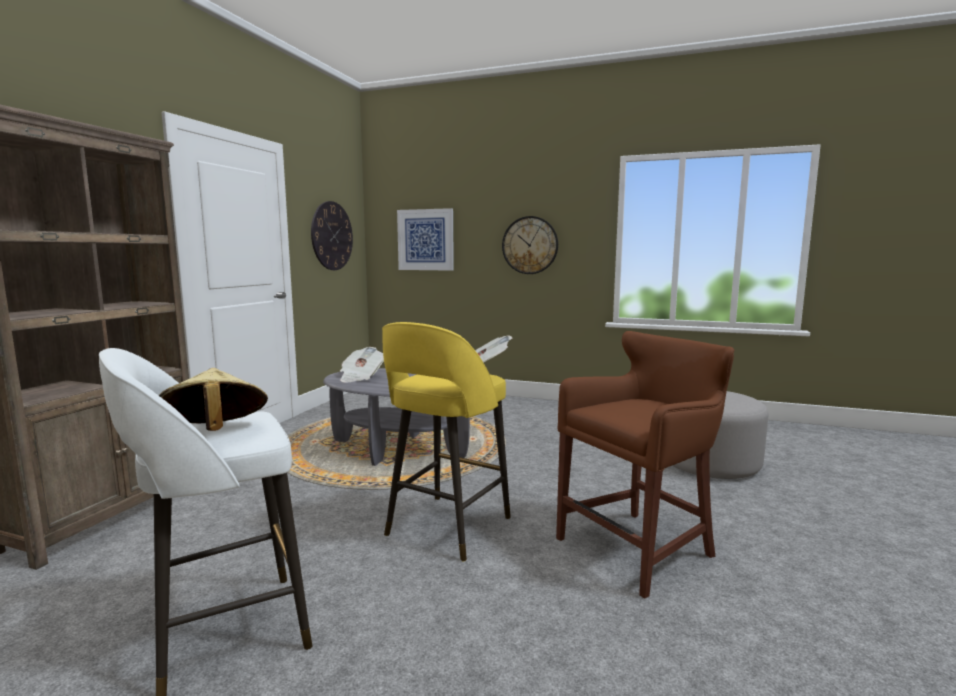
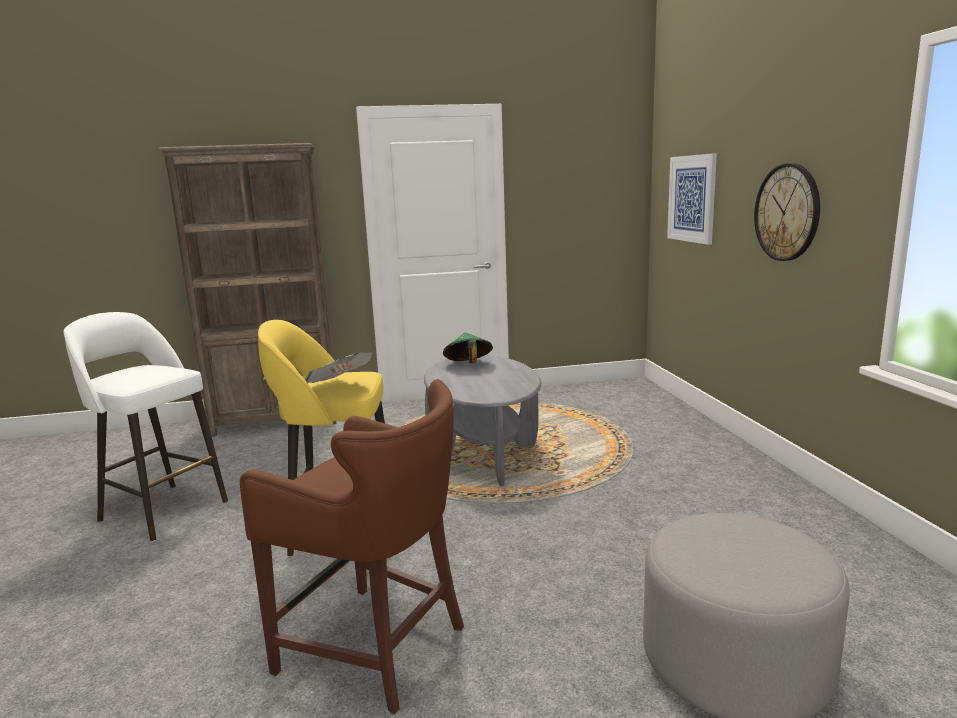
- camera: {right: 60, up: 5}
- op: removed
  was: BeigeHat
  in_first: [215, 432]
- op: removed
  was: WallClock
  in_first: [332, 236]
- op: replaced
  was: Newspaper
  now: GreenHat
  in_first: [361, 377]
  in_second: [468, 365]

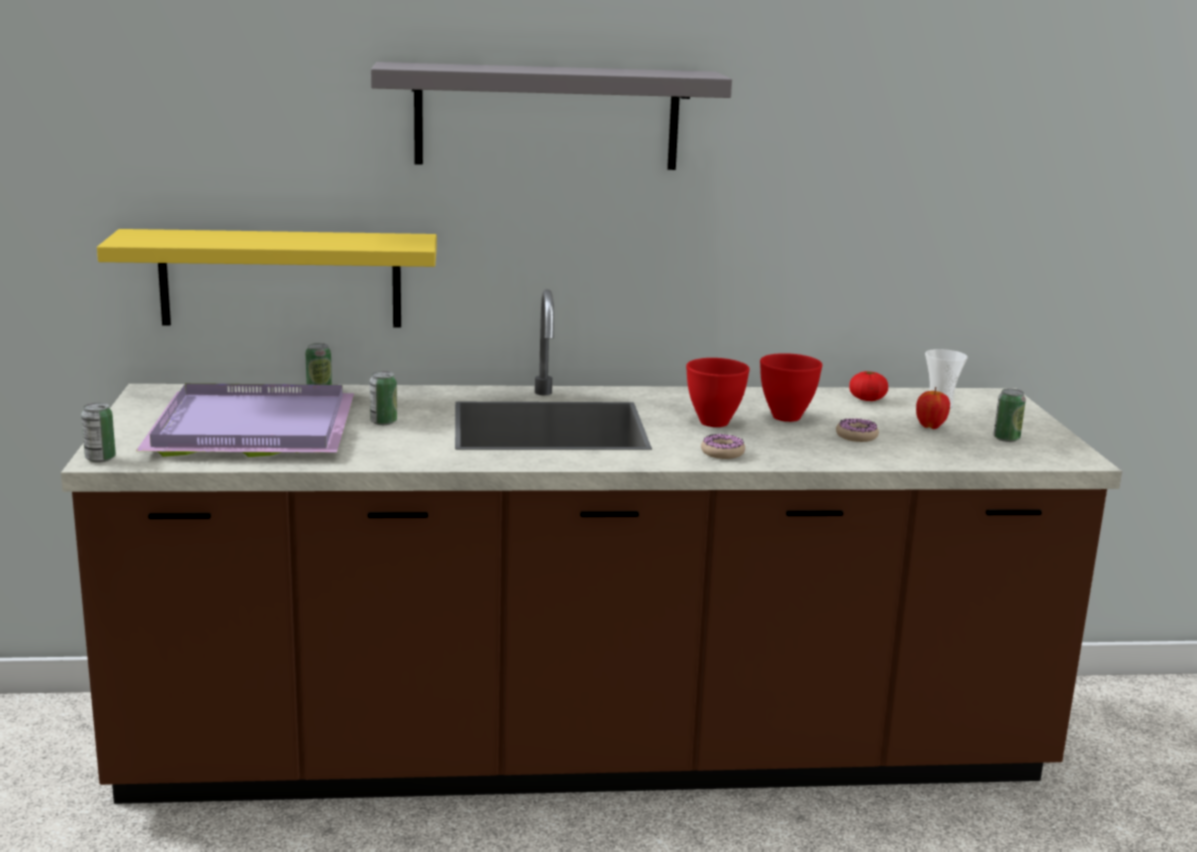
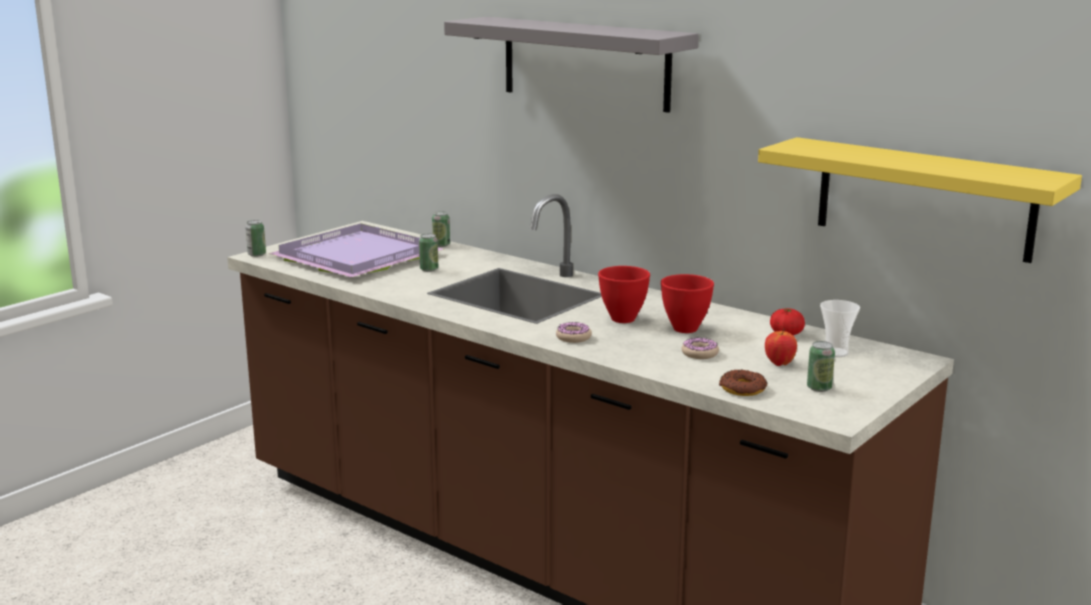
- camera: {right: 45, up: 0}
- op: added
  now: Donut
  in_second: [742, 389]
- op: moved
  was: YellowShelf
  in_first: [281, 279]
  in_second: [924, 199]

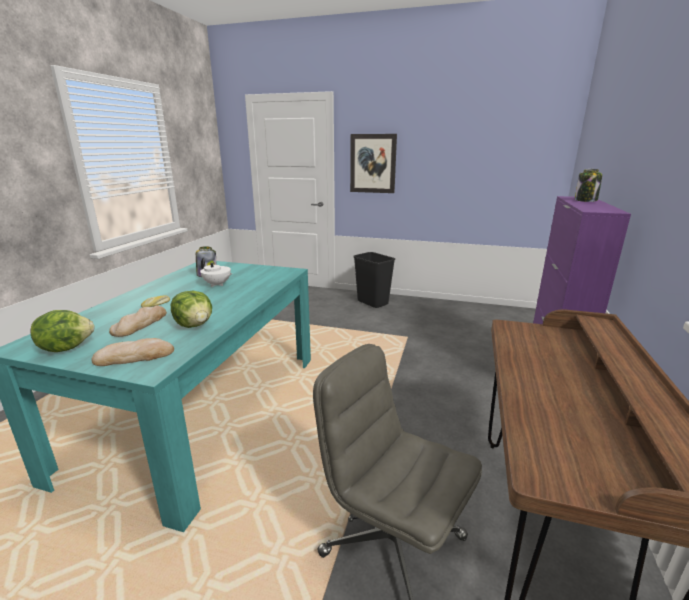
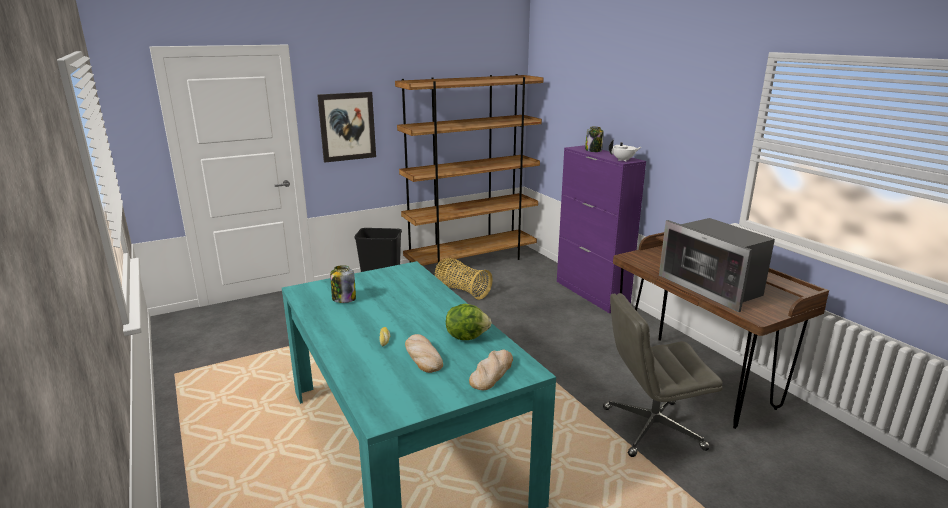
- camera: {right: -45, up: 0}
- op: removed
  was: Lettuce
  in_first: [66, 347]
- op: added
  now: BrownBookcase
  in_second: [471, 261]
- op: added
  now: Basket
  in_second: [461, 290]
- op: added
  now: Microwave
  in_second: [713, 287]
- op: moved
  was: WhiteTeapot
  in_first: [217, 284]
  in_second: [623, 160]

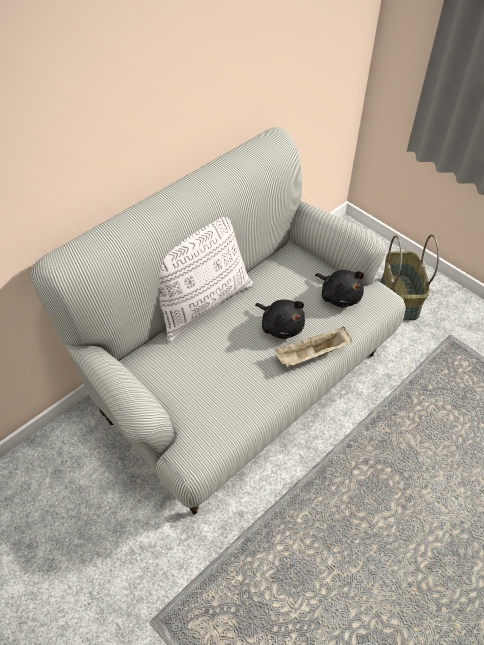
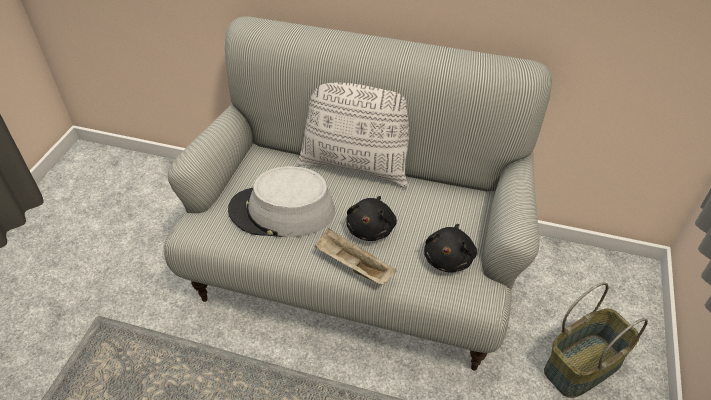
- camera: {right: 60, up: -5}
- op: added
  now: GreyHat
  in_second: [282, 211]

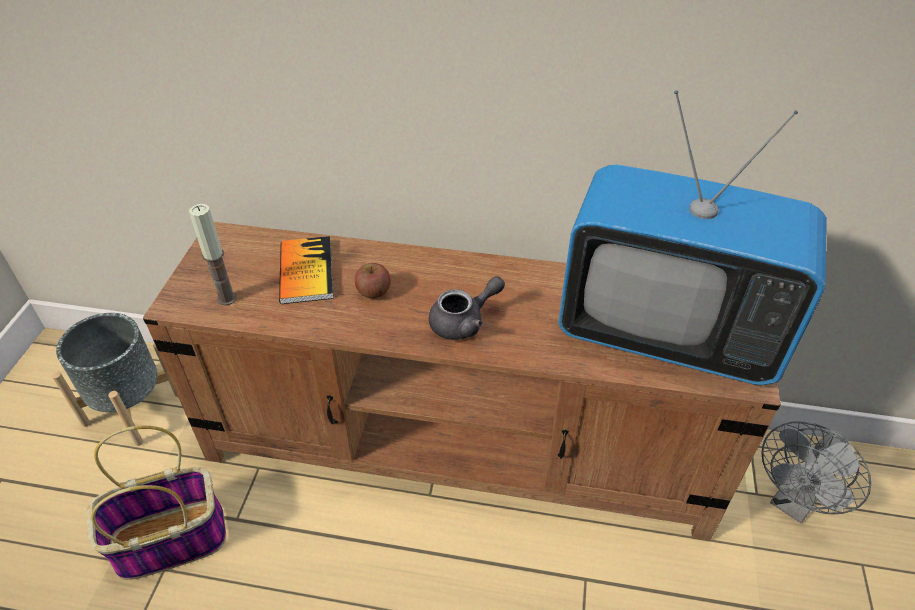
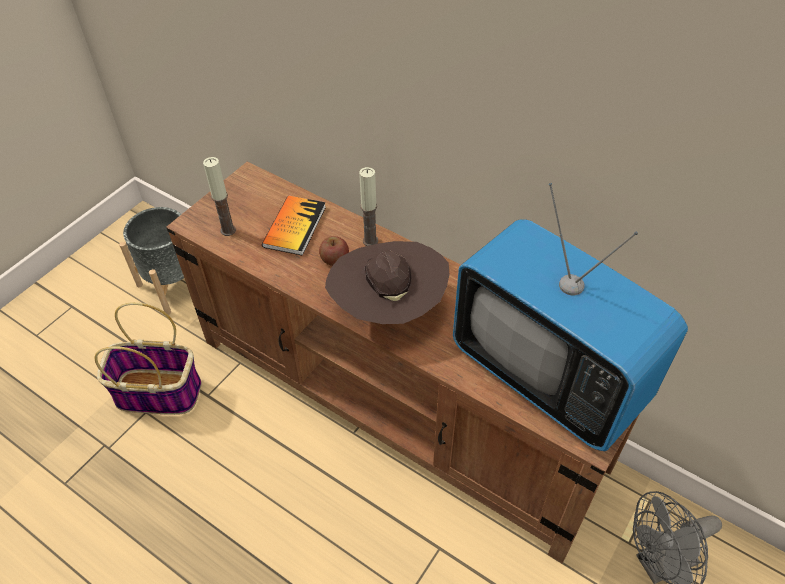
- camera: {right: 25, up: 5}
- op: added
  now: Candle
  in_second: [370, 241]
- op: replaced
  was: GreyTeapot
  now: BrownHat
  in_first: [464, 322]
  in_second: [388, 308]

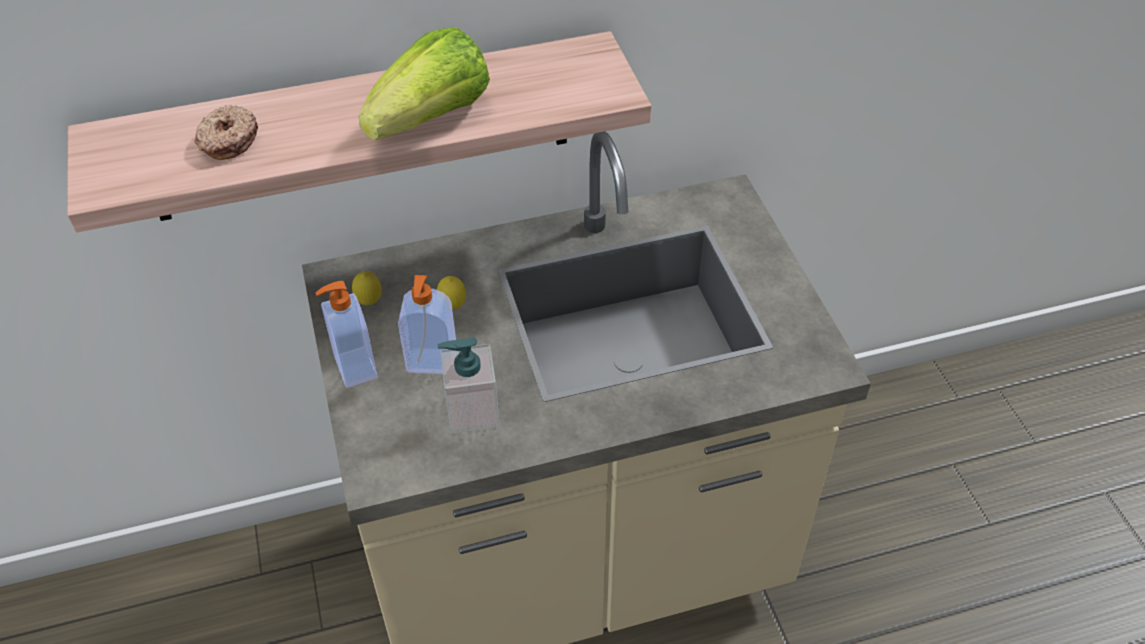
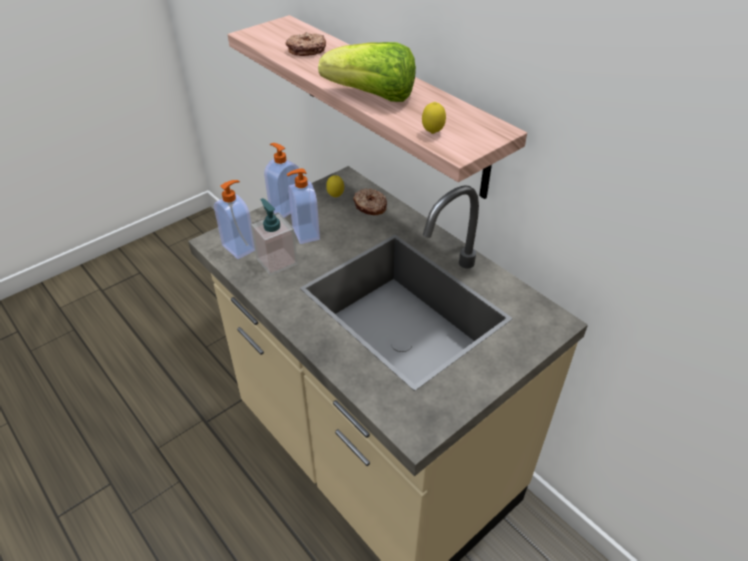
- camera: {right: 65, up: -5}
- op: added
  now: SoapDispenser
  in_second: [240, 247]
- op: added
  now: Donut
  in_second: [370, 207]
- op: moved
  was: Lemon
  in_first: [453, 307]
  in_second: [432, 133]

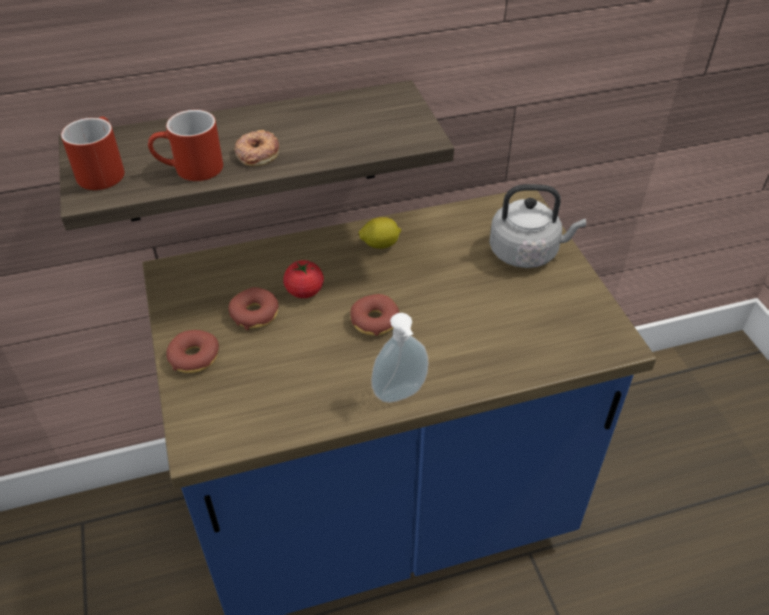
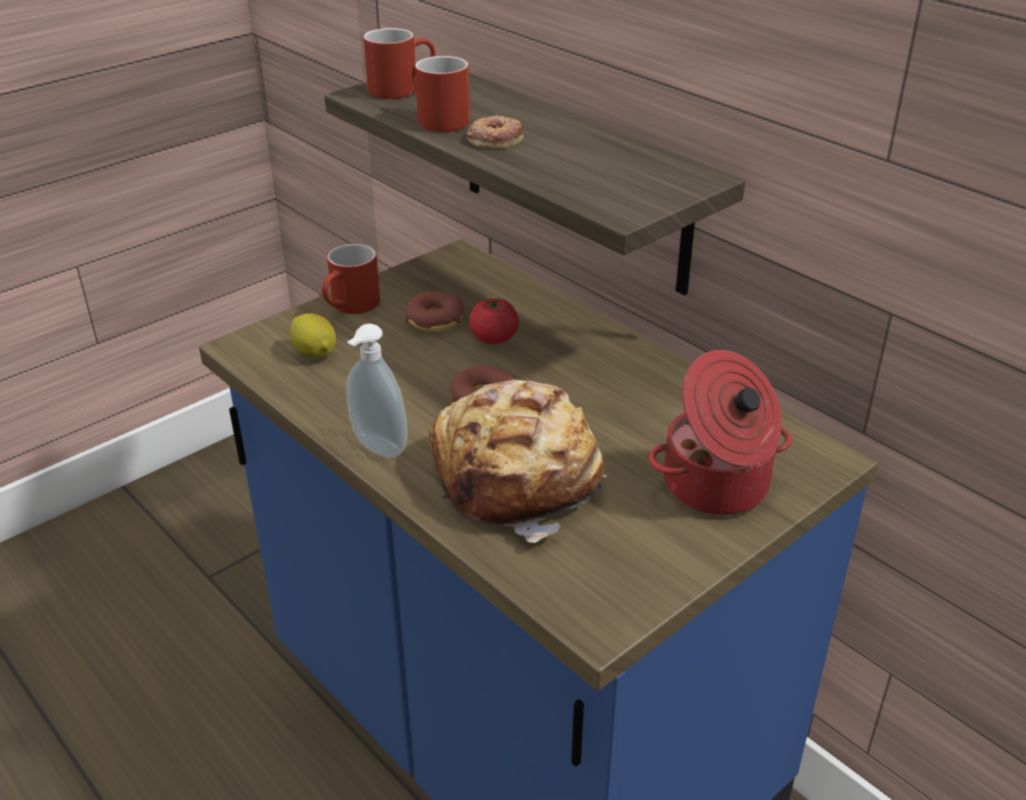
- camera: {right: 65, up: -10}
- op: added
  now: Bread
  in_second: [519, 477]
- op: moved
  was: Lemon
  in_first: [380, 244]
  in_second: [315, 353]
- op: replaced
  was: Donut
  now: RedMug
  in_first: [194, 357]
  in_second: [351, 307]
- op: replaced
  was: GreyKettle
  now: CookingPot
  in_first: [527, 252]
  in_second: [717, 487]

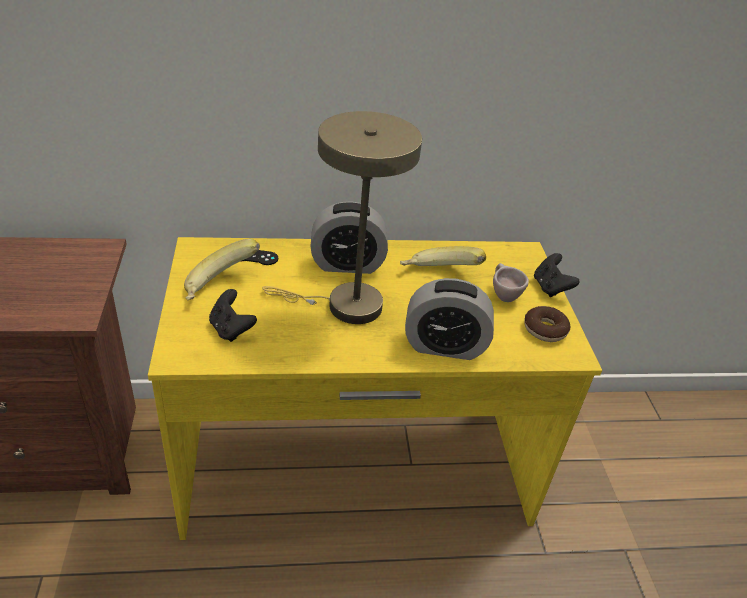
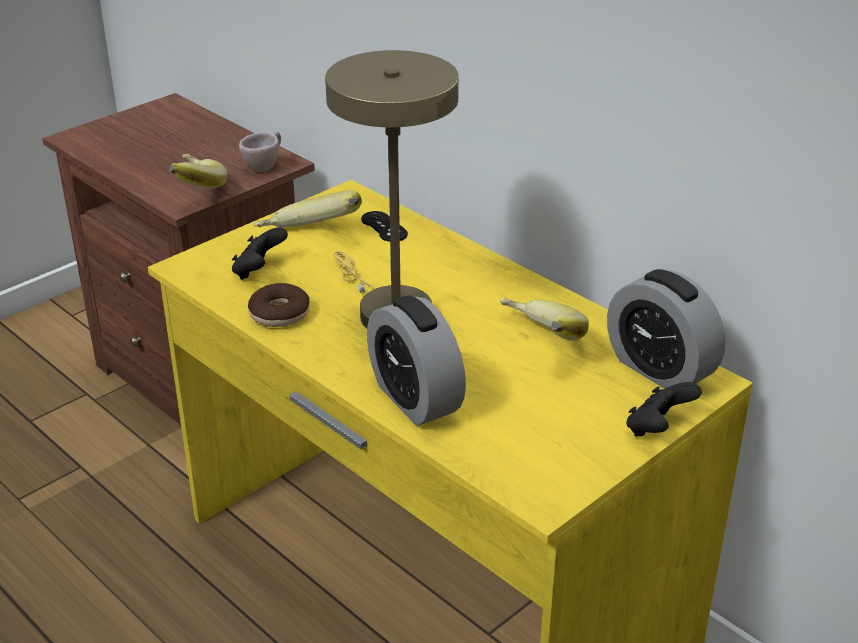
- camera: {right: 55, up: -5}
- op: added
  now: Banana
  in_second: [193, 189]
- op: moved
  was: AlarmClock
  in_first: [347, 264]
  in_second: [659, 369]
- op: moved
  was: BeigeCup
  in_first: [502, 295]
  in_second: [264, 166]
- op: moved
  was: Donut
  in_first: [545, 329]
  in_second: [279, 314]

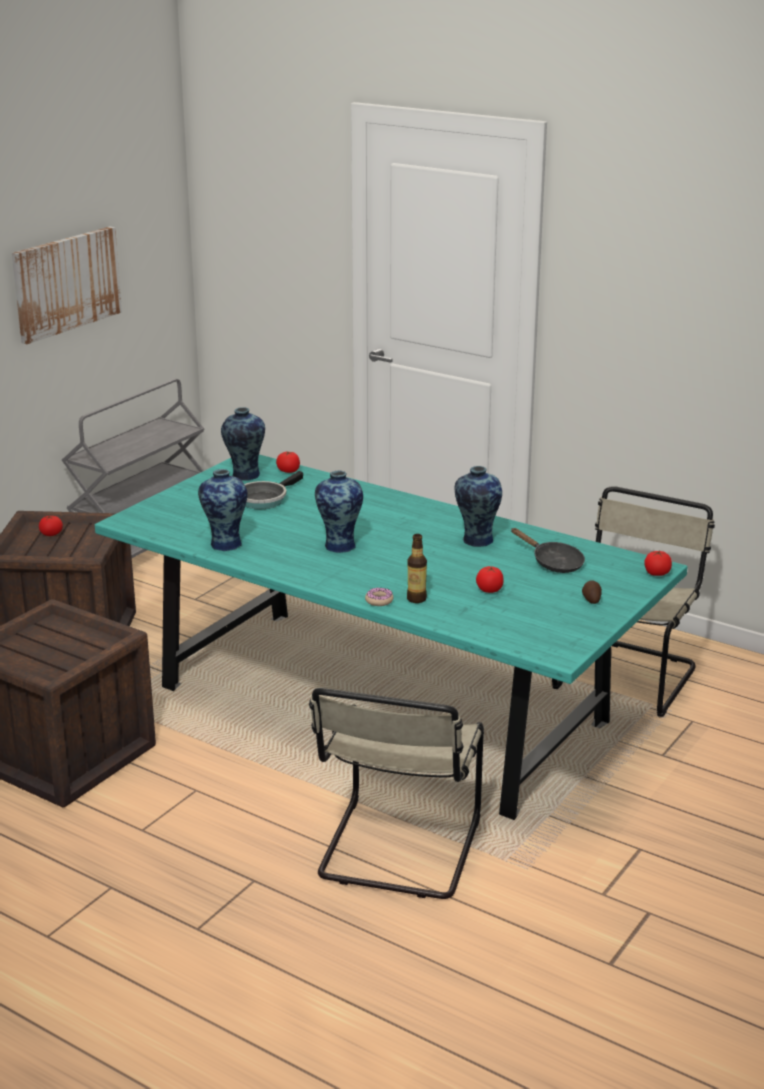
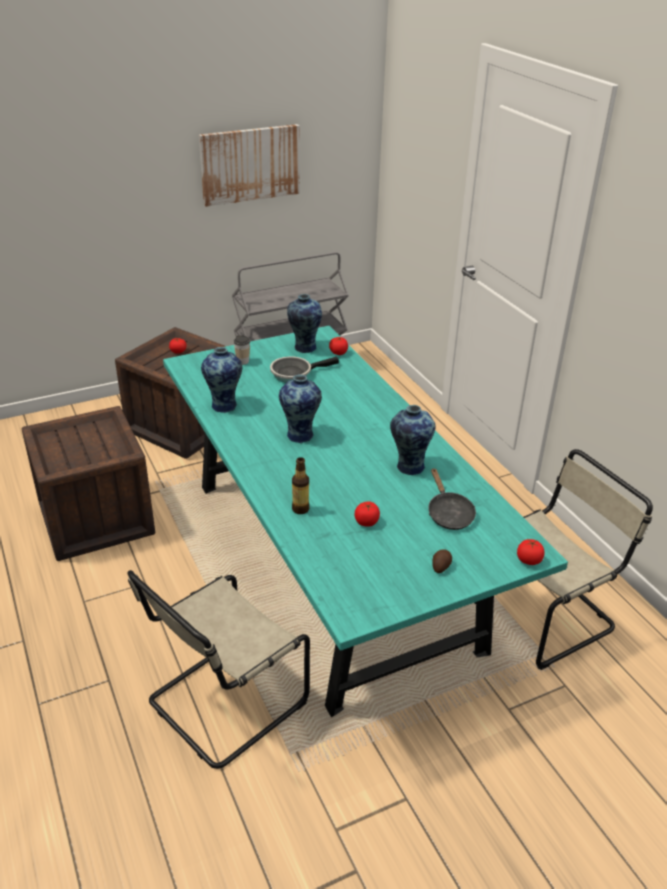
- camera: {right: 30, up: 10}
- op: removed
  was: Donut
  in_first: [379, 601]
- op: added
  now: Cup
  in_second: [242, 361]

